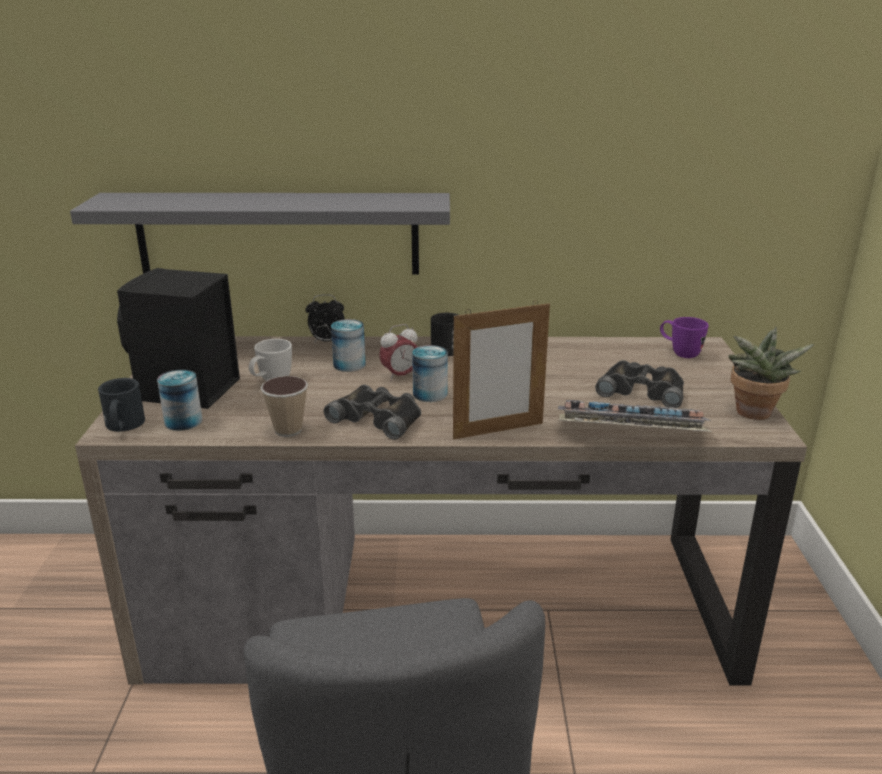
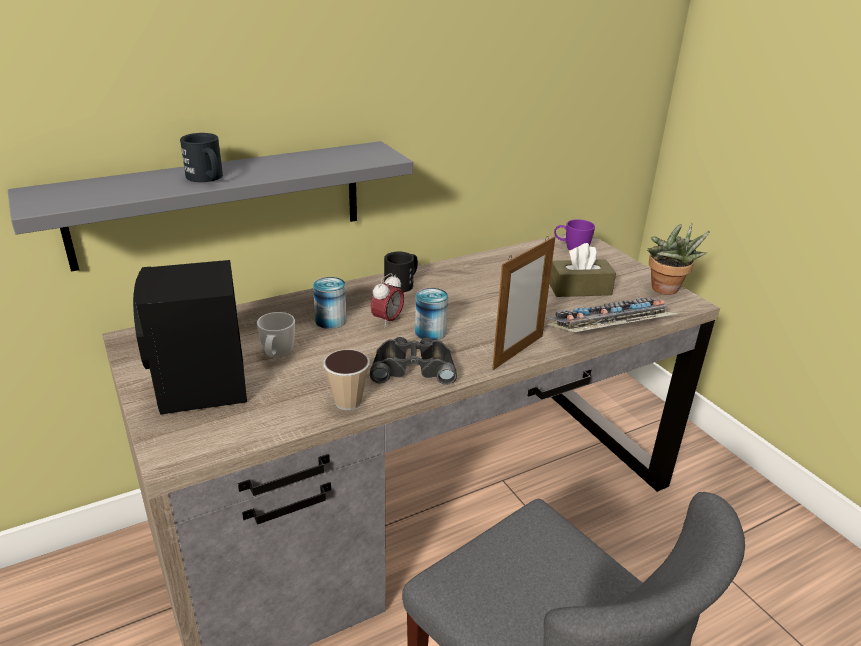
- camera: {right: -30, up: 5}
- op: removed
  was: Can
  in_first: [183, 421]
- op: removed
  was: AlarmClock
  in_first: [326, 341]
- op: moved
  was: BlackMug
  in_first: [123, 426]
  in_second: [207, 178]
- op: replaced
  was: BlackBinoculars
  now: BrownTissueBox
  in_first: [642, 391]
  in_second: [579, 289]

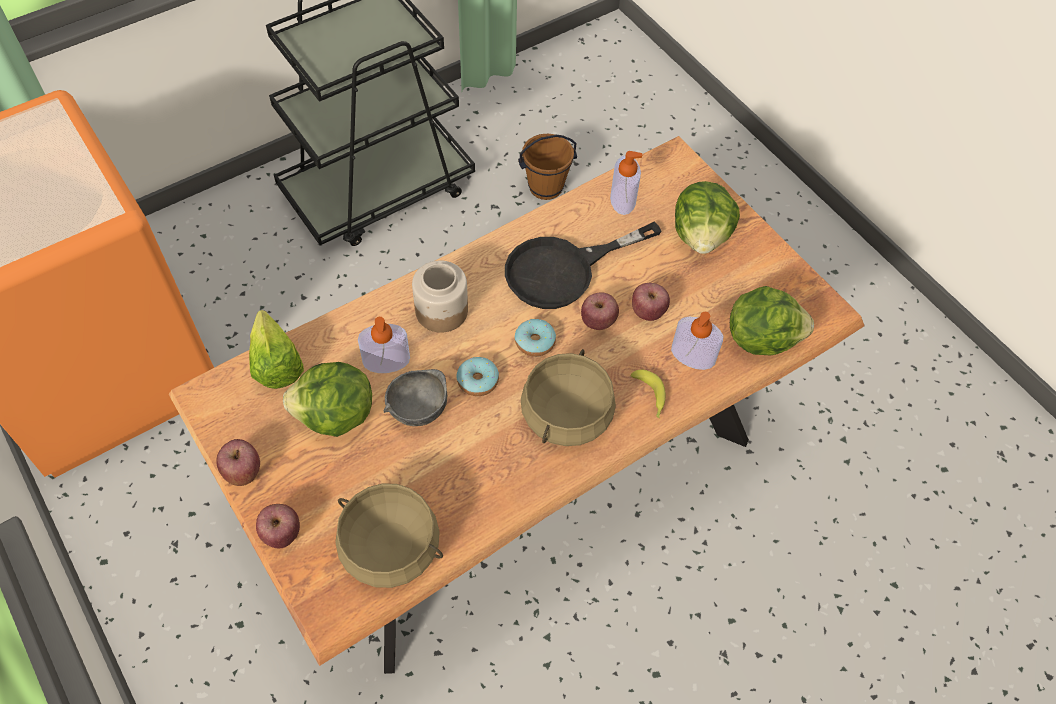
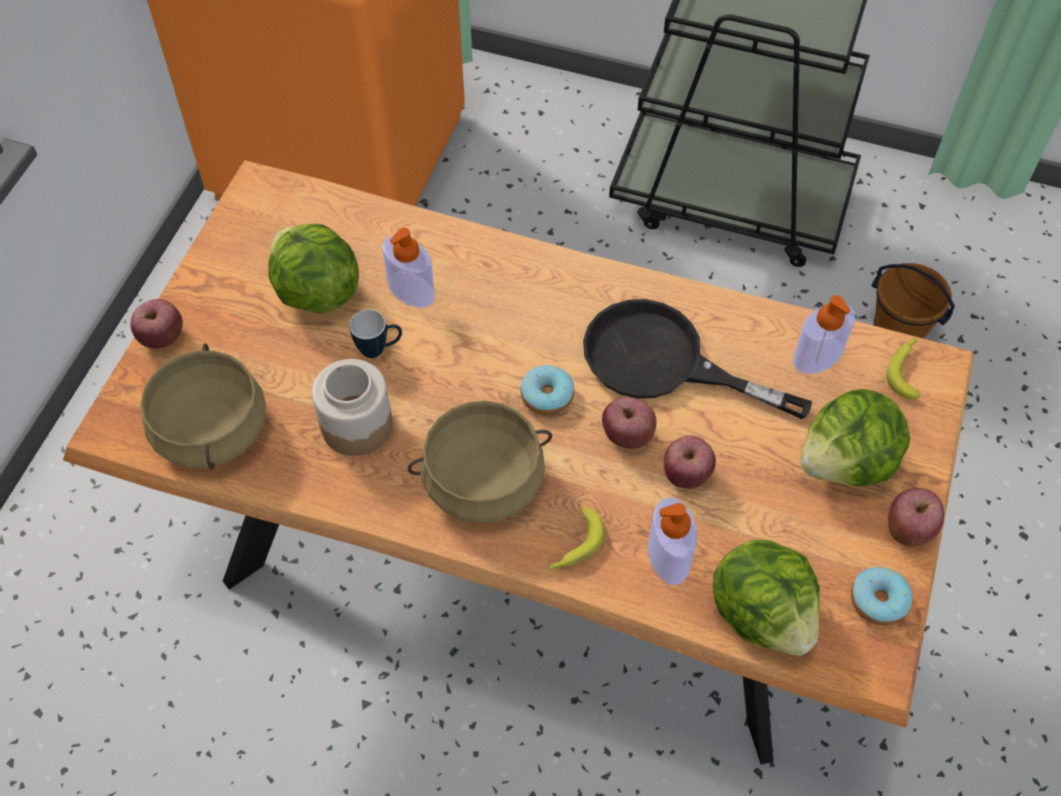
- camera: {right: 55, up: 0}
- op: removed
  was: Lettuce
  in_first: [276, 358]
- op: added
  now: Banana
  in_second: [906, 370]
- op: moved
  was: Apple
  in_first: [243, 471]
  in_second: [908, 529]
- op: moved
  was: Jar
  in_first: [441, 311]
  in_second: [356, 424]
- op: moved
  was: Donut
  in_first: [477, 381]
  in_second: [878, 601]
- op: replaced
  was: GreyBowl
  now: Mug
  in_first: [417, 408]
  in_second: [379, 349]

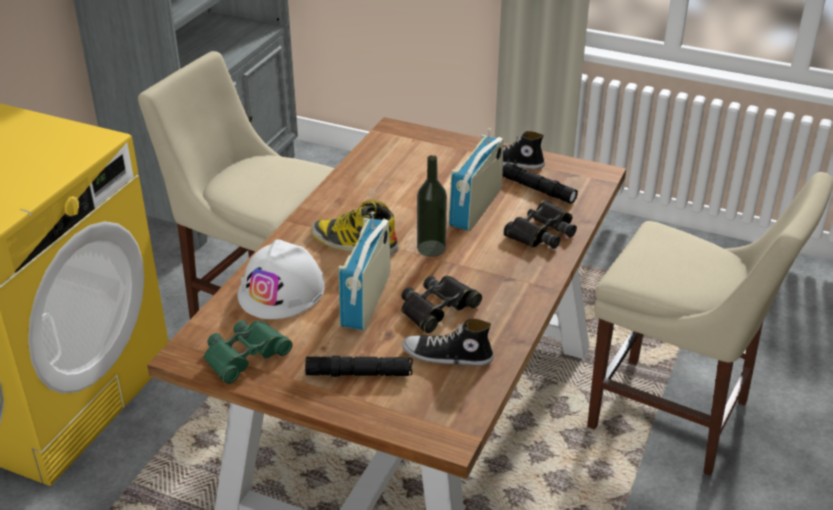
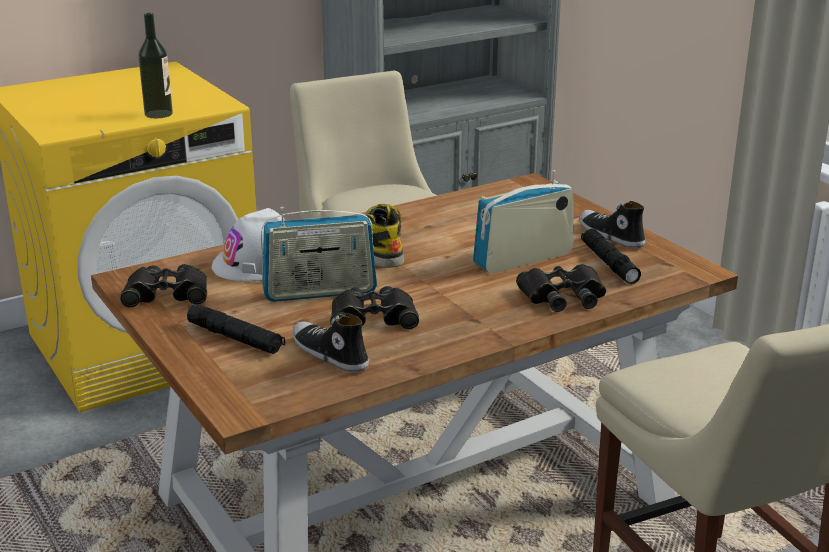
- camera: {right: 35, up: -10}
- op: moved
  was: Bottle
  in_first: [431, 248]
  in_second: [158, 114]
- op: recoloured
  was: GreenBinoculars
  now: BlackBinoculars
  in_first: [245, 356]
  in_second: [167, 294]
- op: turned
  was: Radio
  in_first: [366, 300]
  in_second: [320, 291]
  clockwise: -150

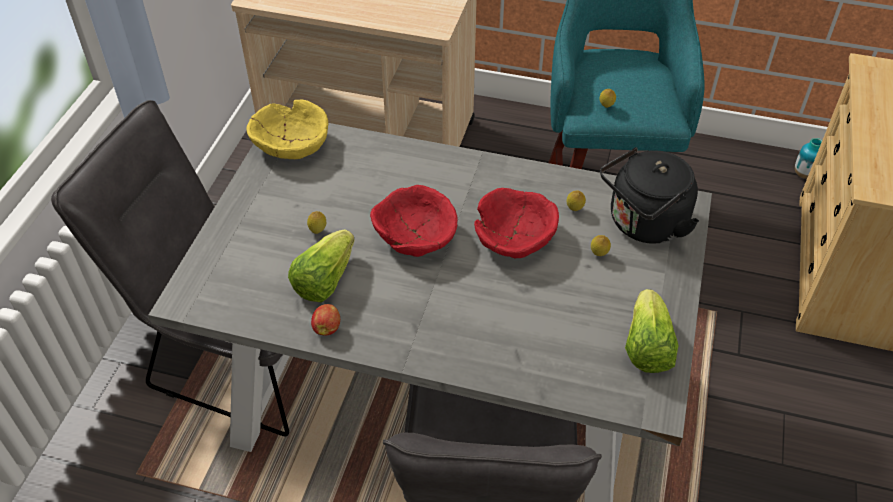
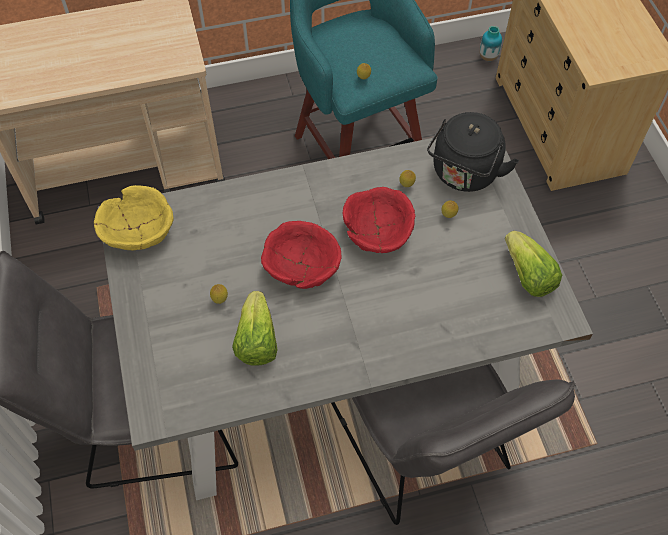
- camera: {right: -30, up: 10}
- op: removed
  was: Apple
  in_first: [327, 328]

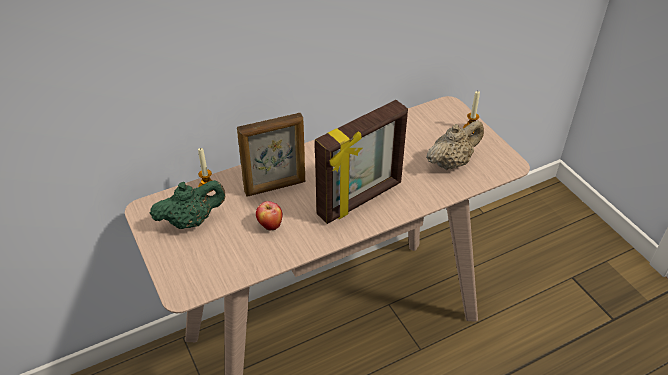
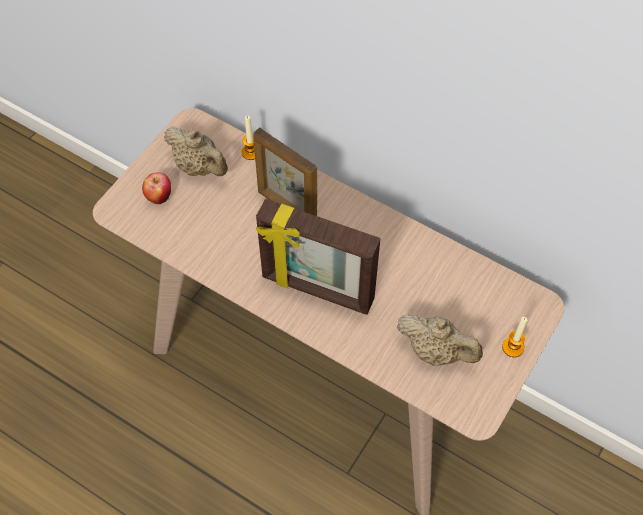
- camera: {right: 60, up: 15}
- op: moved
  was: Apple
  in_first: [270, 225]
  in_second: [159, 197]
- op: recoloured
  was: GreenTeapot
  now: BeigeTeapot
  in_first: [191, 221]
  in_second: [199, 167]

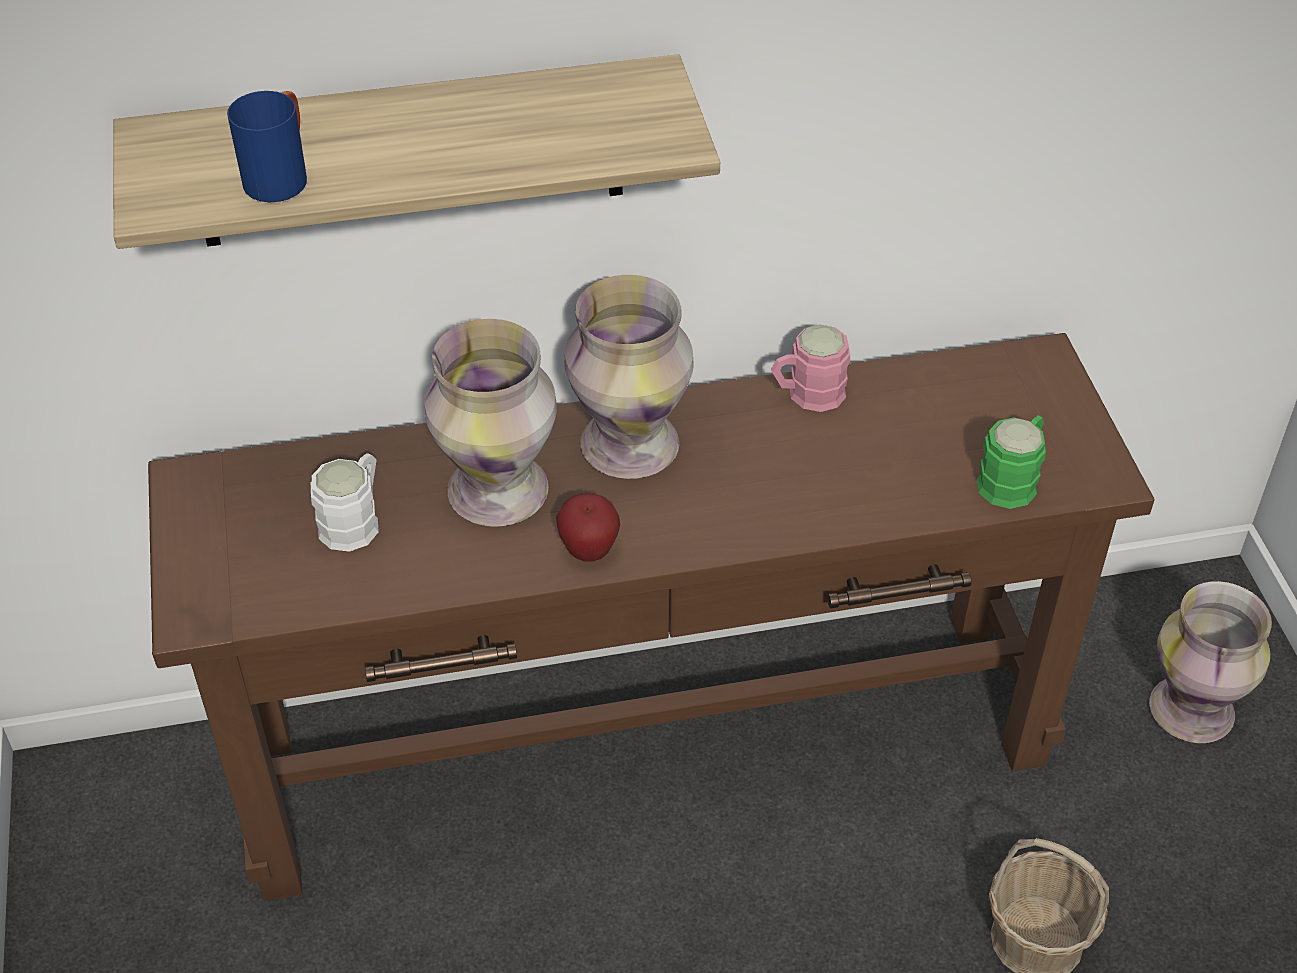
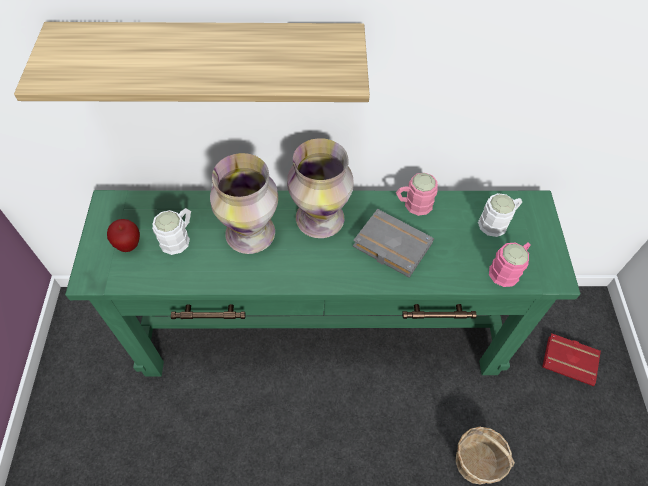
- camera: {right: 10, up: 10}
- op: removed
  was: BlueMug
  in_first: [281, 176]
- op: added
  now: GreyBook
  in_second: [390, 246]
- op: added
  now: WhiteMug
  in_second: [497, 222]
- op: moved
  was: Apple
  in_first: [589, 551]
  in_second: [129, 245]
- op: replaced
  was: Vase
  now: RedBook
  in_first: [1193, 710]
  in_second: [570, 360]
- op: recoloured
  was: BrownConsoleTable
  now: GreenConsoleTable
  in_first: [647, 749]
  in_second: [322, 334]
- op: recoloured
  was: GreenMug
  now: PinkMug
  in_first: [1012, 479]
  in_second: [508, 270]

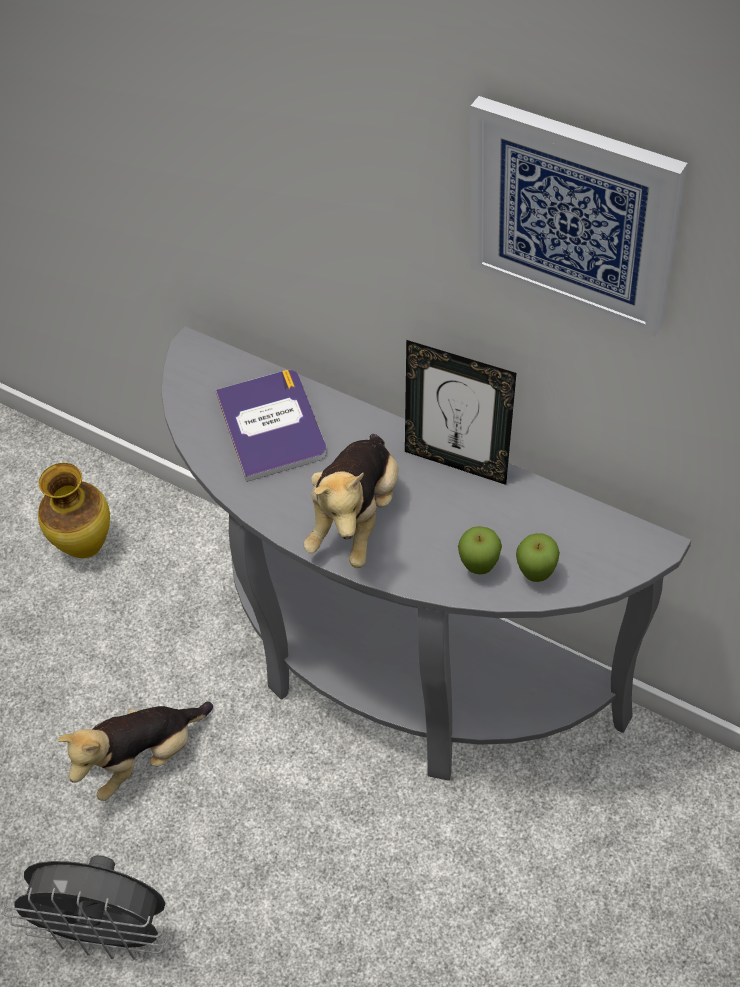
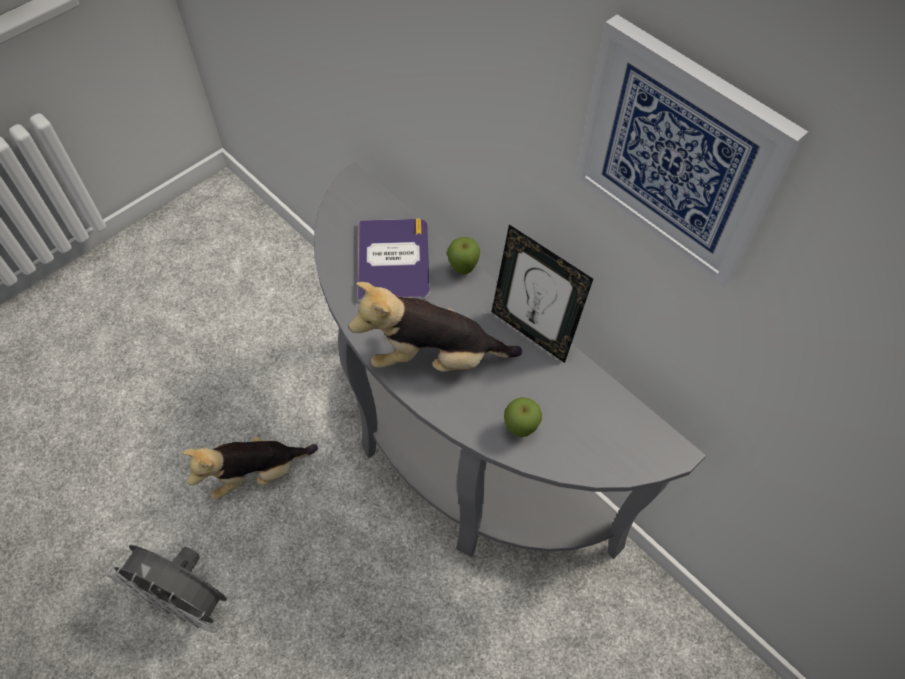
- camera: {right: 10, up: 5}
- op: removed
  was: Vase
  in_first: [87, 547]
- op: moved
  was: Apple
  in_first: [536, 575]
  in_second: [463, 270]
- op: turned
  was: PlushToy
  in_first: [356, 518]
  in_second: [435, 357]
  clockwise: 60

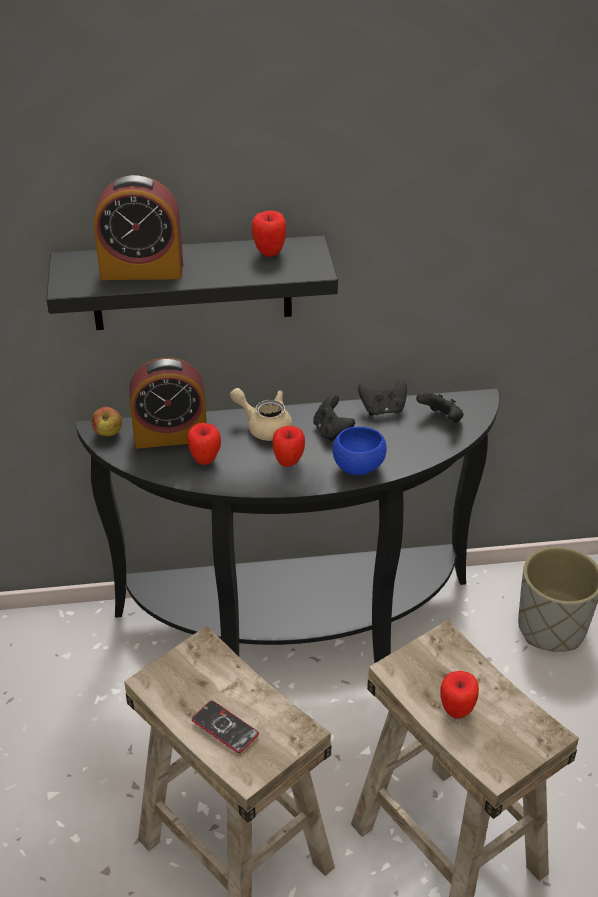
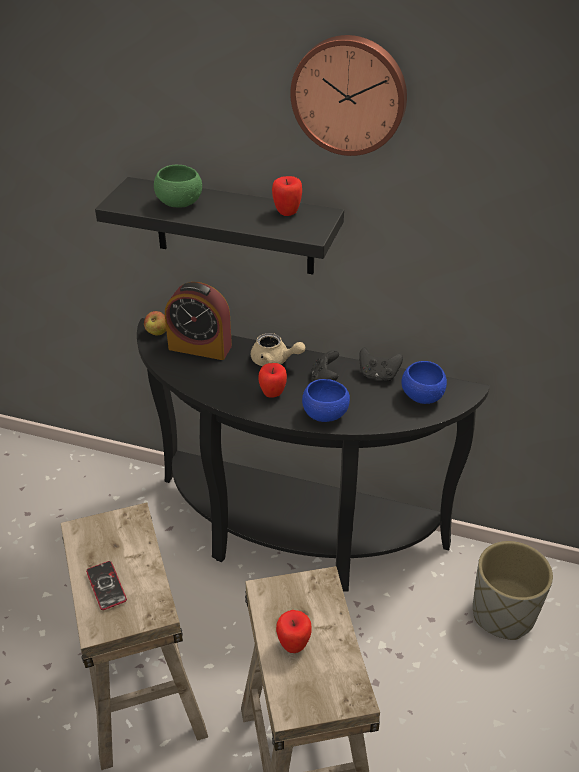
- camera: {right: 25, up: 0}
- op: removed
  was: Apple
  in_first: [205, 459]
- op: added
  now: WallClock
  in_second: [349, 94]
- op: replaced
  was: AlarmClock
  now: GreenBowl
  in_first: [142, 270]
  in_second: [179, 204]
- op: replaced
  was: BlackGameController
  now: BlueBowl
  in_first: [441, 419]
  in_second: [422, 397]
- op: turned
  was: BeigeTeapot
  in_first: [264, 426]
  in_second: [274, 361]
  clockwise: 150

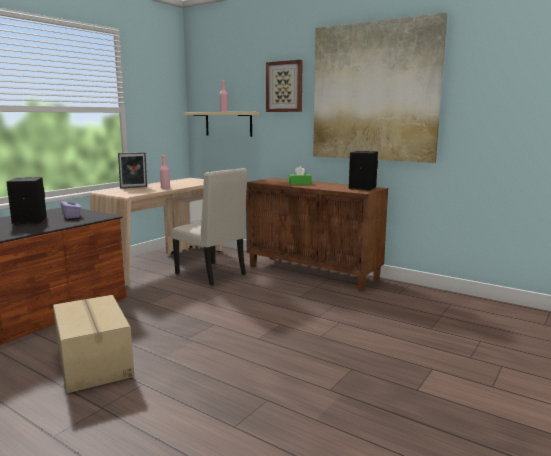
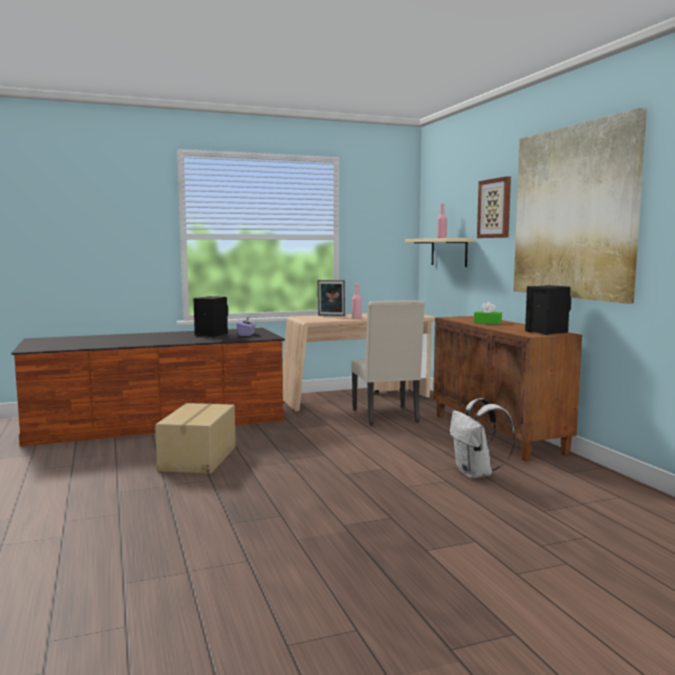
- camera: {right: 35, up: -5}
- op: added
  now: WhiteBackpack
  in_second: [476, 474]

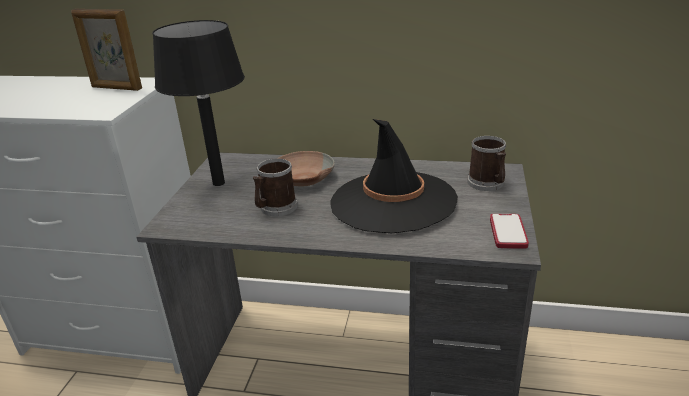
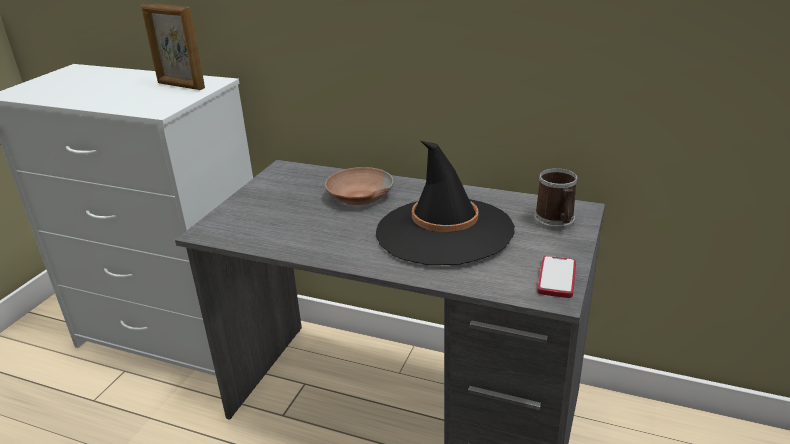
- camera: {right: 10, up: 0}
- op: removed
  was: BlackTableLamp
  in_first: [218, 183]
- op: removed
  was: Mug
  in_first: [275, 208]

